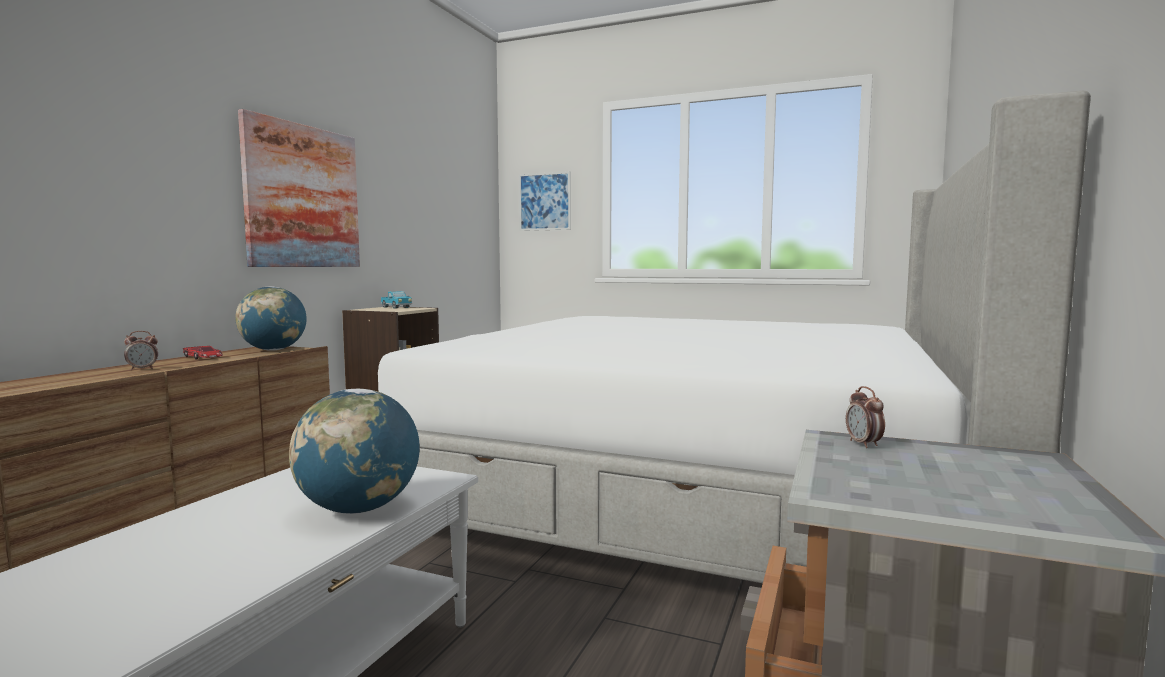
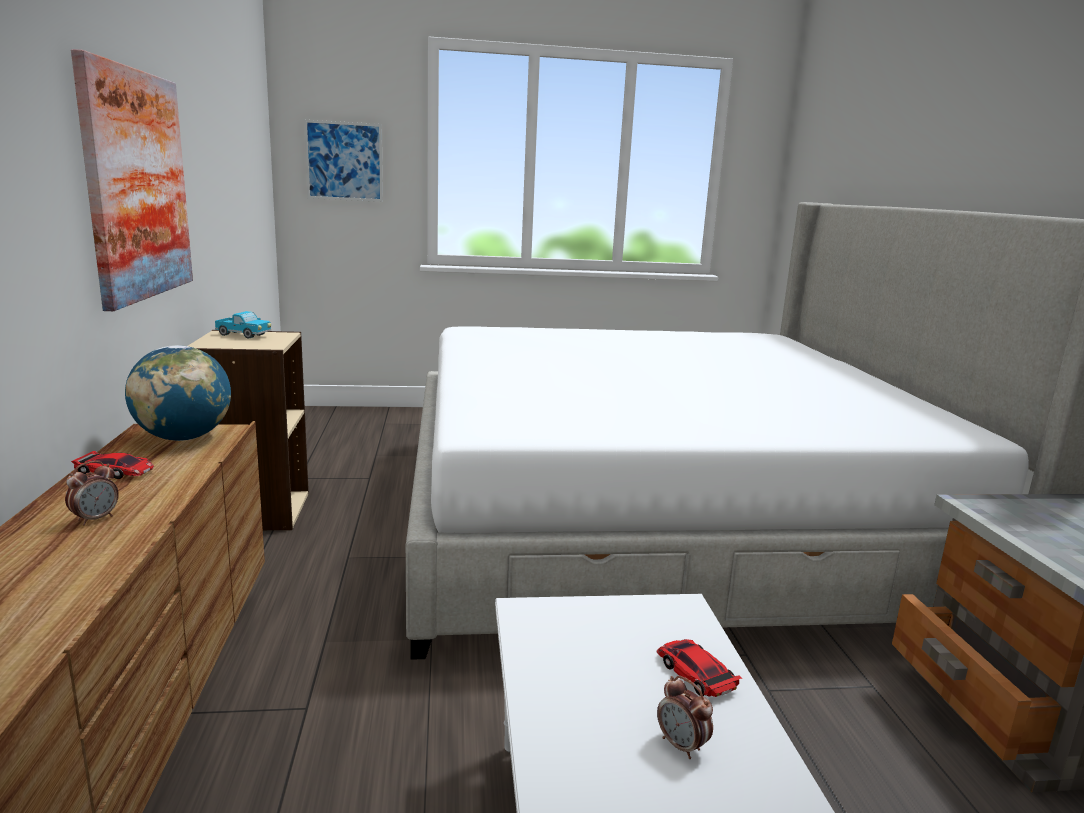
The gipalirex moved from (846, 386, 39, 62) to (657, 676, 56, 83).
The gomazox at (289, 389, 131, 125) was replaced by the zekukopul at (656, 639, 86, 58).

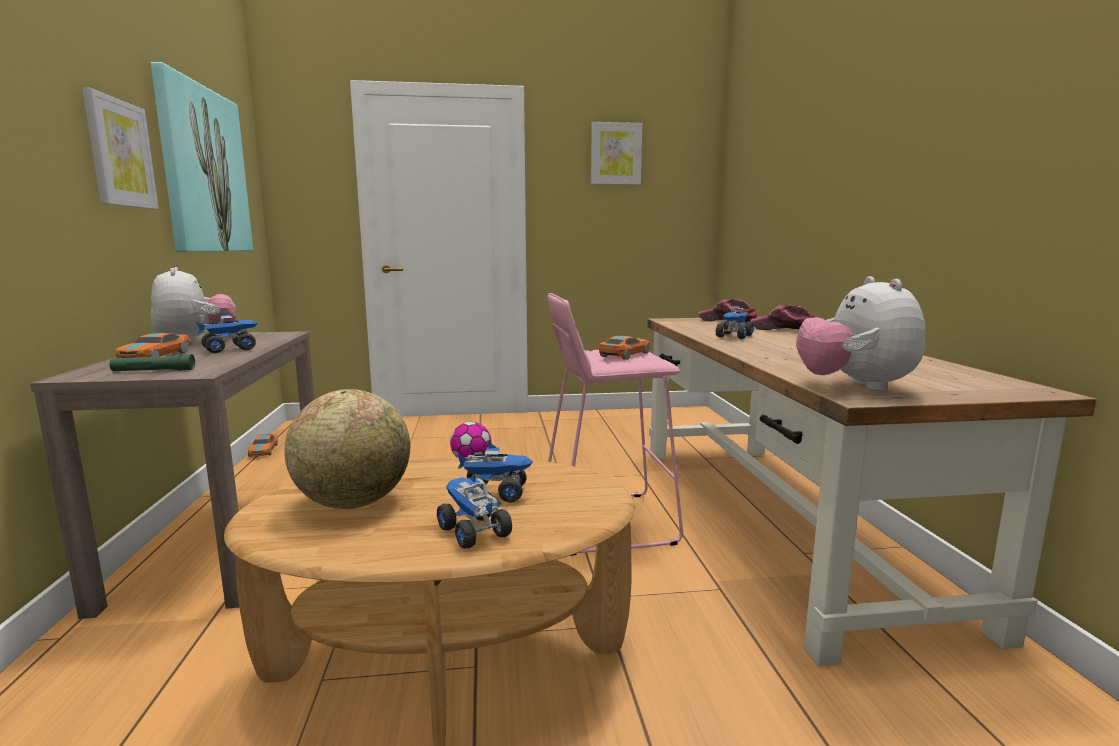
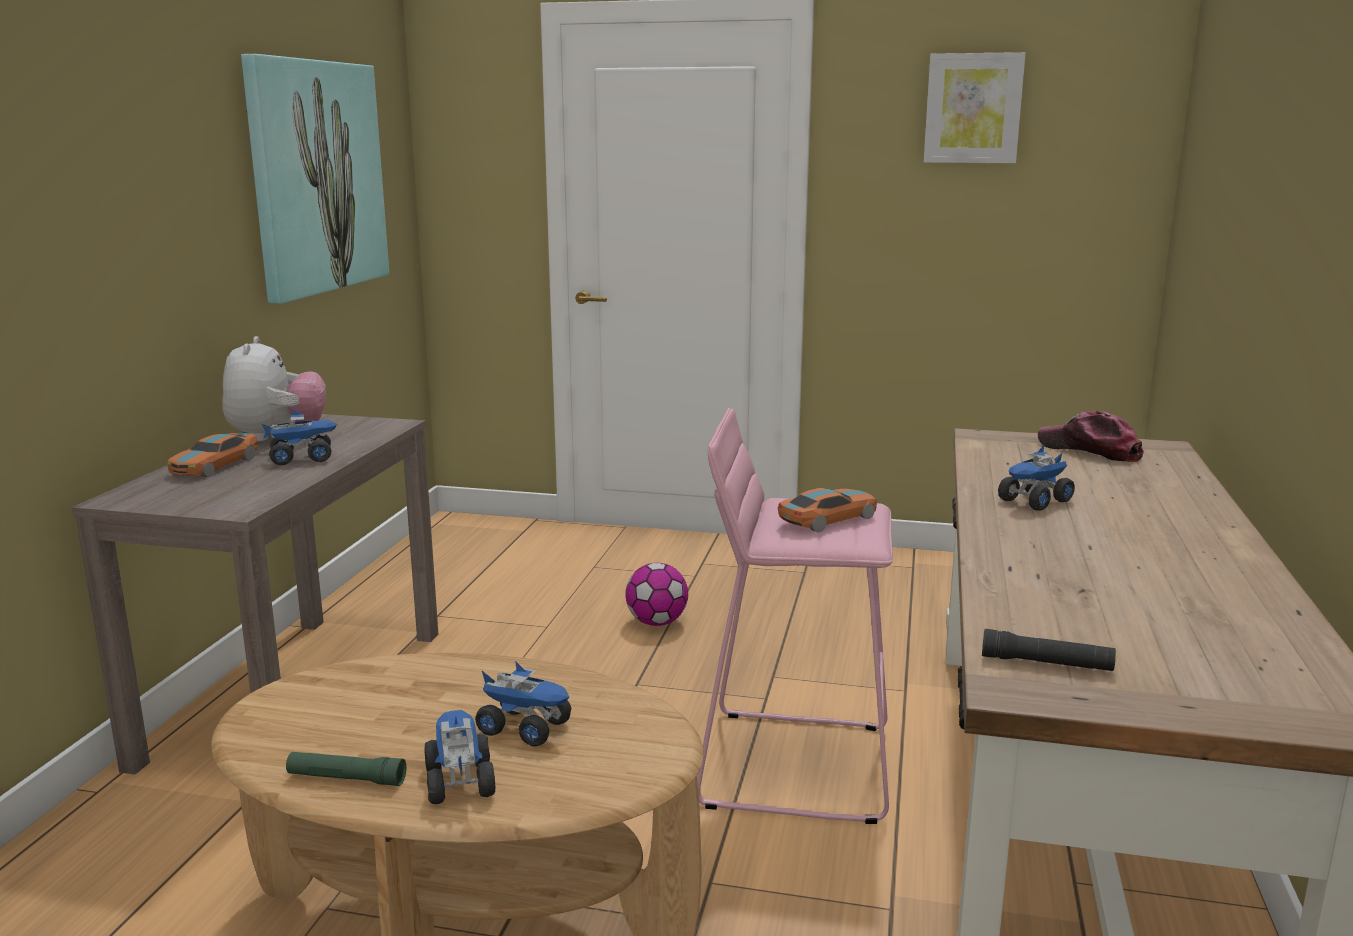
The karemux at (82, 88, 77, 121) disappeared.
The zekukopul at (248, 433, 30, 24) disappeared.
The gomazox at (284, 389, 126, 120) disappeared.
The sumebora at (750, 304, 65, 26) disappeared.
The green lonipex moved from (109, 354, 86, 17) to (286, 752, 120, 34).
The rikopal at (796, 276, 129, 116) was replaced by the black lonipex at (982, 629, 134, 42).

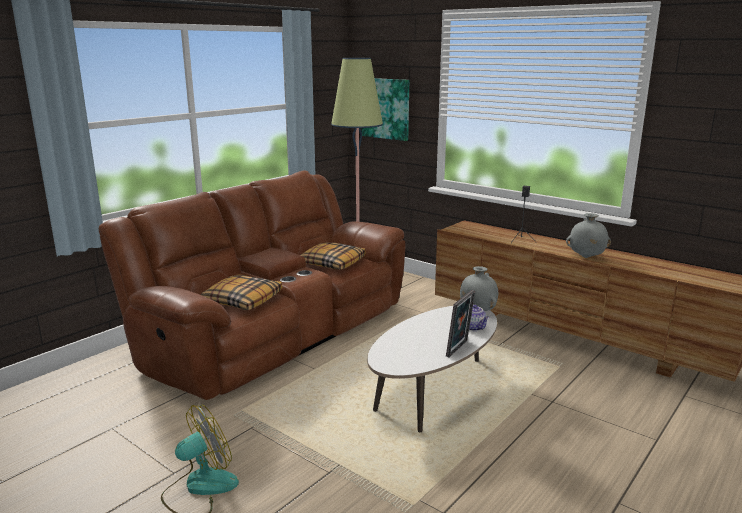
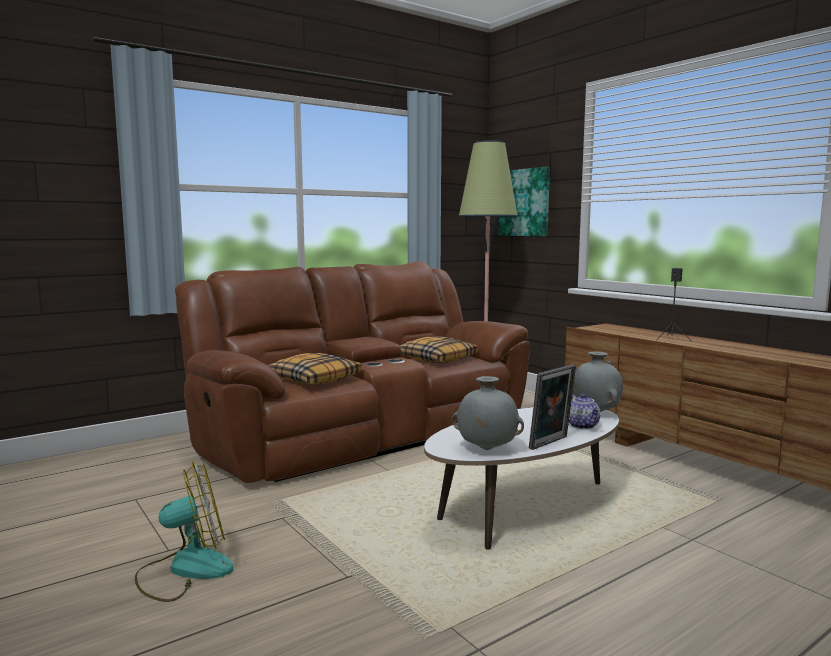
The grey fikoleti moved from (566, 213, 45, 45) to (452, 376, 72, 74).

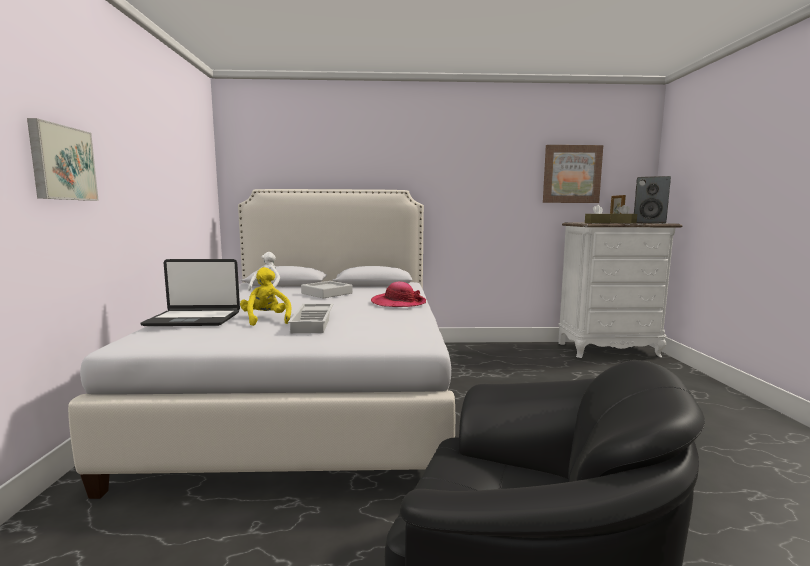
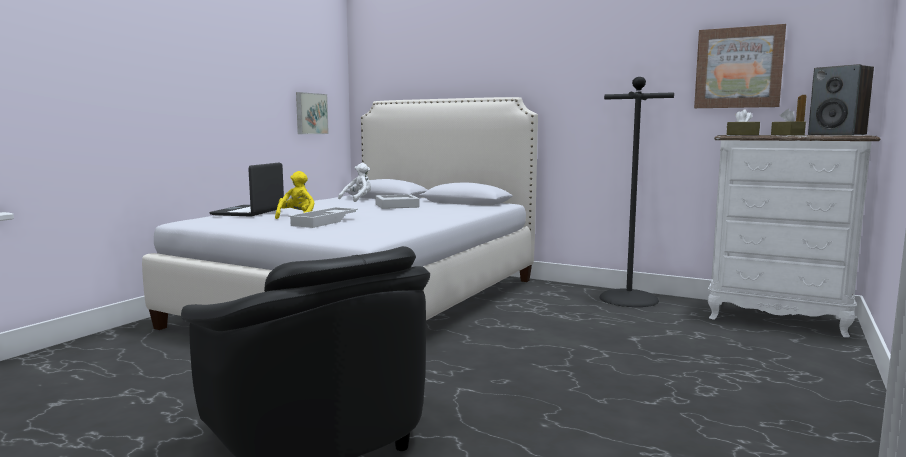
The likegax at (371, 282, 55, 25) disappeared.
The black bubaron at (599, 77, 75, 230) appeared.
The karemux moved from (27, 118, 72, 83) to (296, 92, 33, 42).
The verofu at (140, 259, 100, 67) turned 75 degrees clockwise.

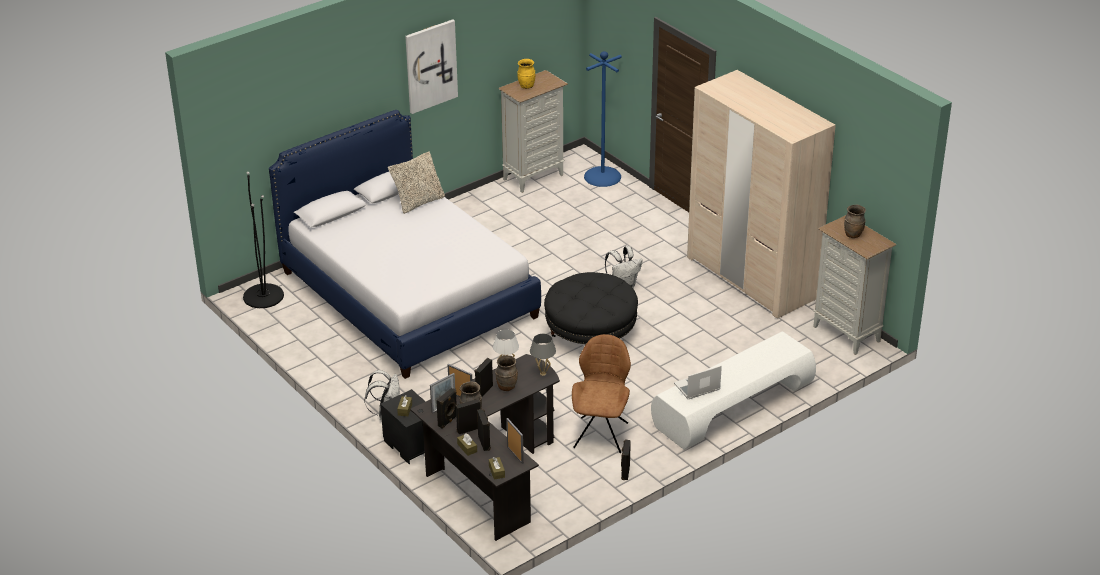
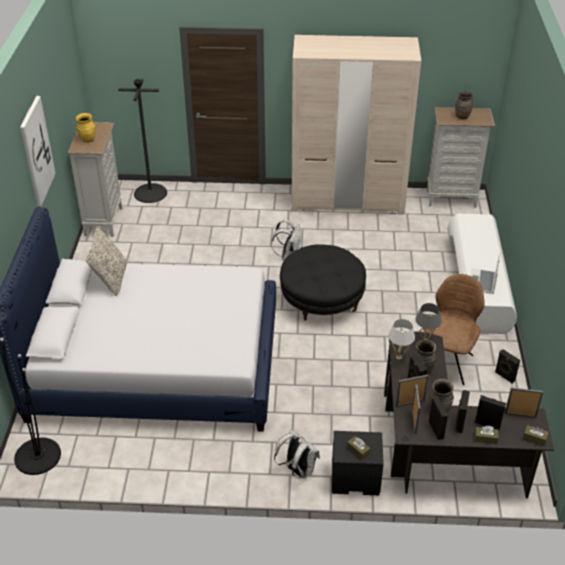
The blue bubaron at (584, 51, 38, 136) became the black bubaron at (118, 79, 49, 124).
The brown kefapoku at (572, 334, 59, 119) turned 60 degrees clockwise.

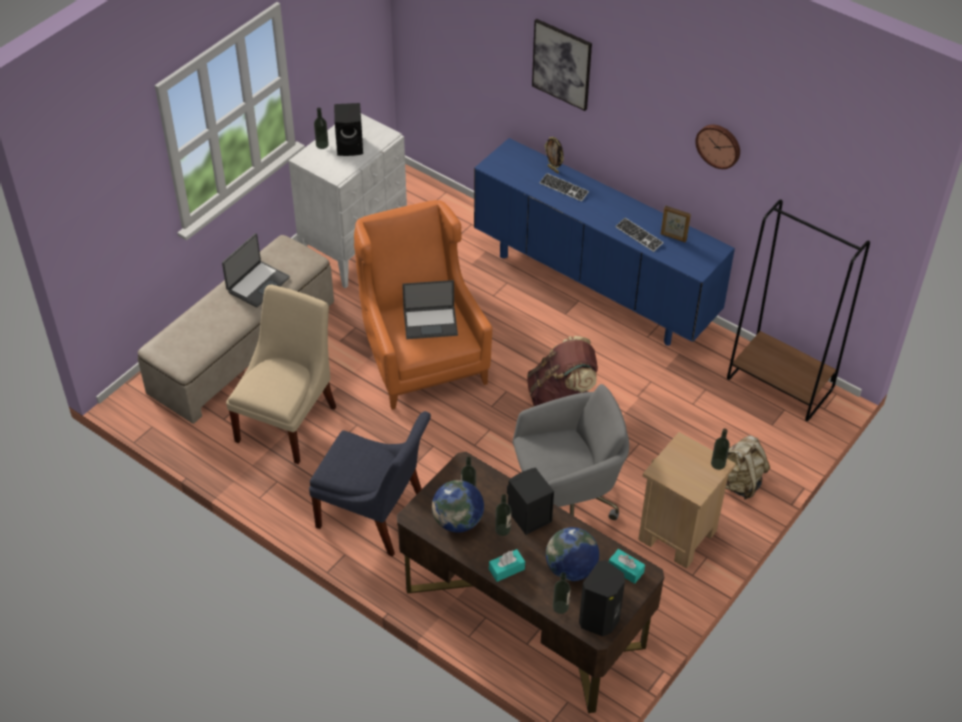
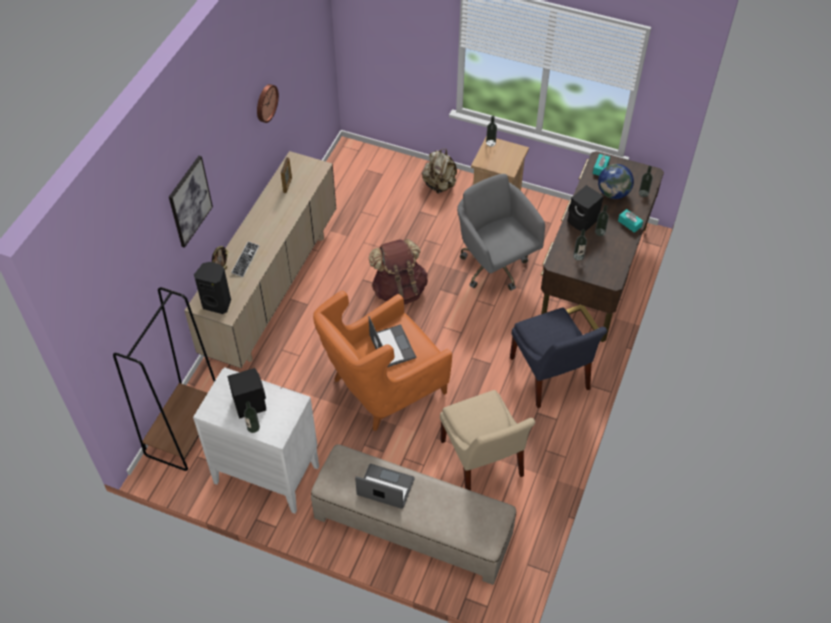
The gomazox at (432, 480, 52, 53) disappeared.
The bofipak at (615, 218, 48, 34) disappeared.
The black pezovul moved from (579, 560, 46, 76) to (194, 262, 37, 52).
The bubaron moved from (727, 200, 143, 221) to (113, 287, 102, 184).
The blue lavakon at (474, 138, 261, 208) became the beige lavakon at (184, 151, 152, 217).
The beige kefapoku at (226, 285, 110, 179) turned 120 degrees counterclockwise.
The blue kefapoku at (309, 411, 122, 145) turned 150 degrees clockwise.

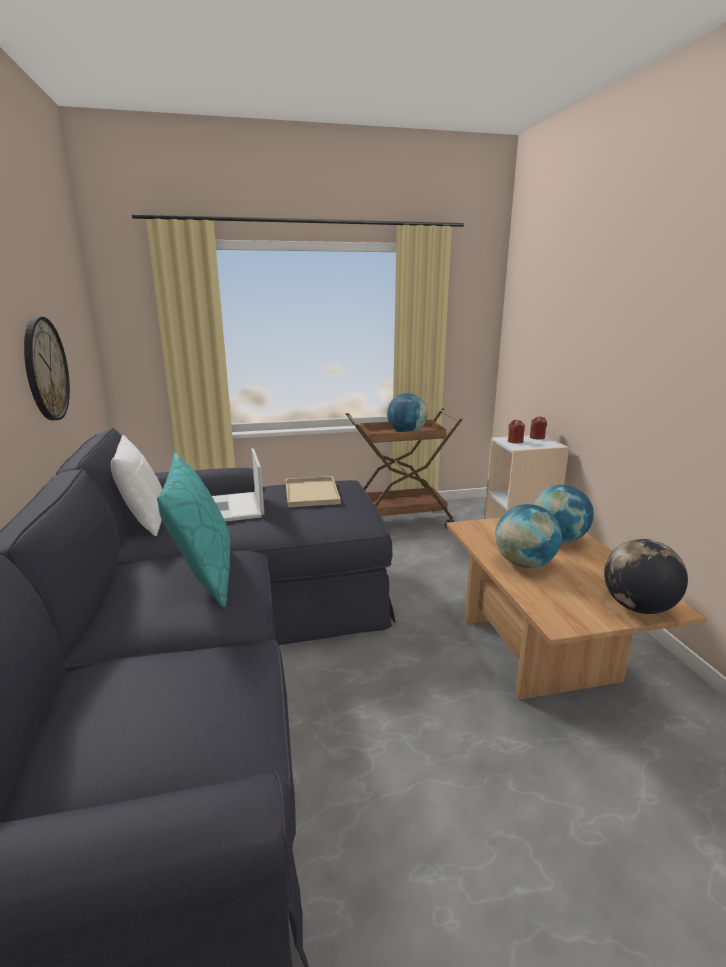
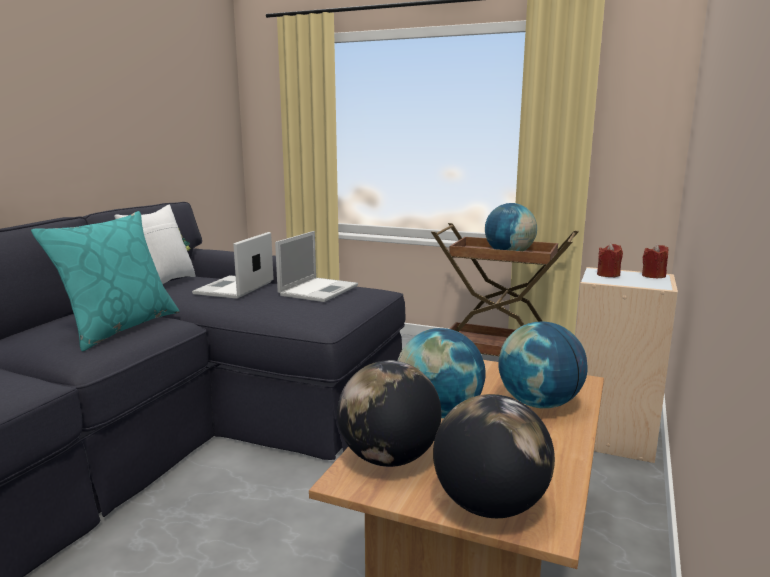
The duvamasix at (24, 317, 46, 103) disappeared.
The gomazox at (337, 360, 104, 107) appeared.
The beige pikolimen at (285, 476, 56, 31) was replaced by the verofu at (275, 231, 83, 71).

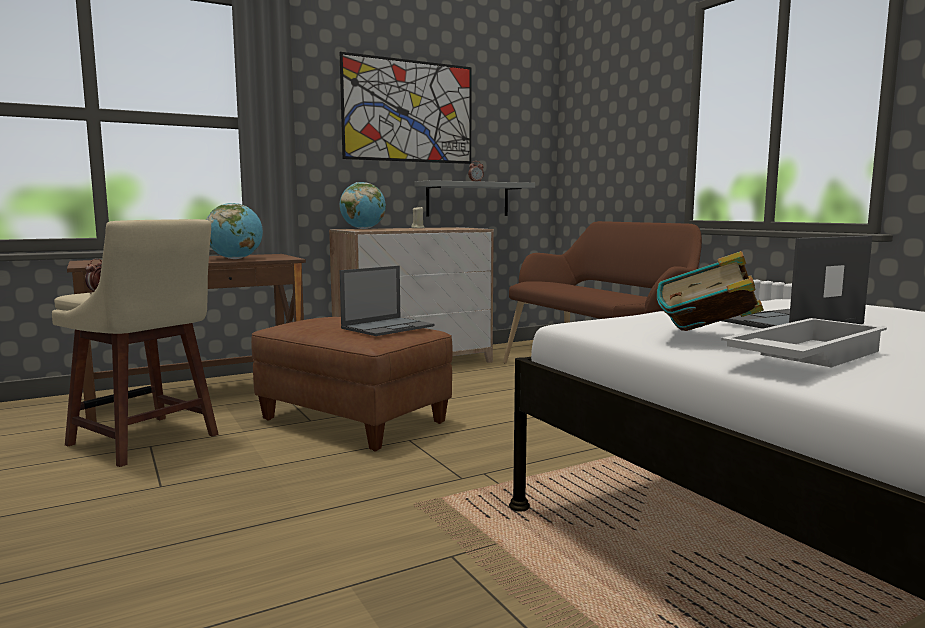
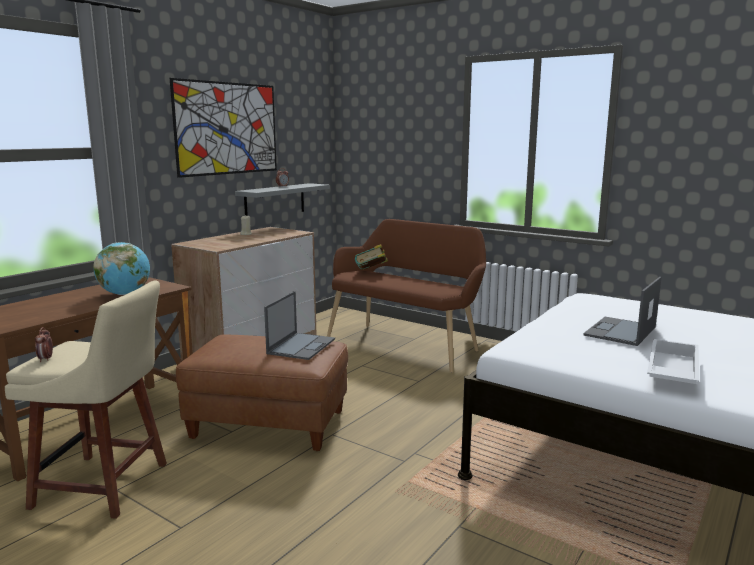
The gomazox at (340, 182, 46, 47) disappeared.
The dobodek moved from (657, 251, 107, 80) to (355, 244, 33, 26).

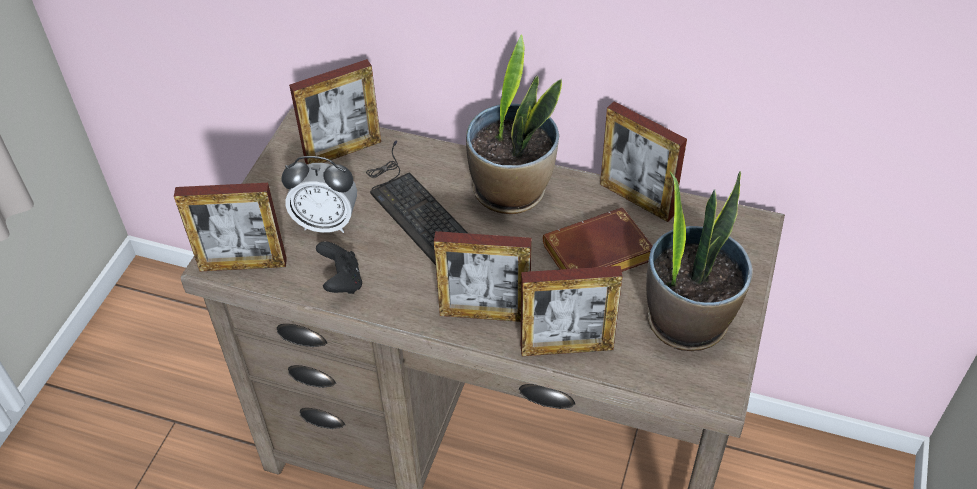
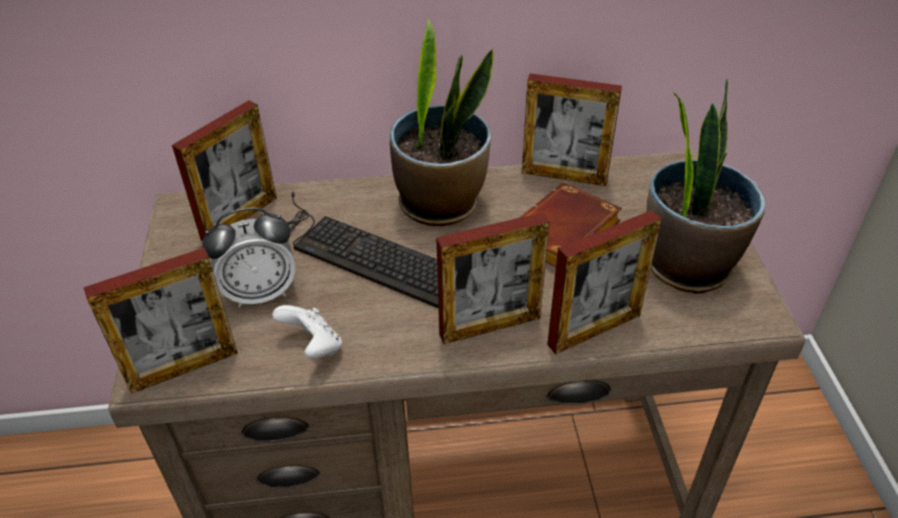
The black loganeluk at (316, 241, 46, 53) became the white loganeluk at (272, 305, 70, 53).

